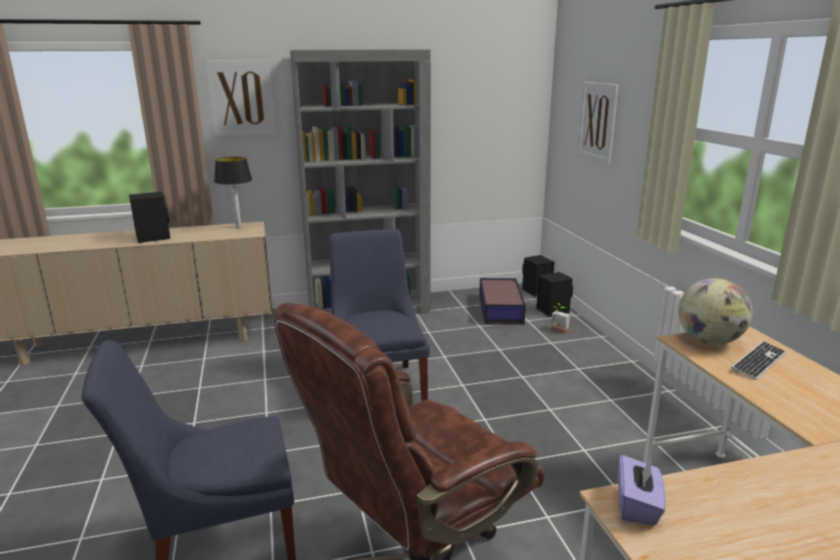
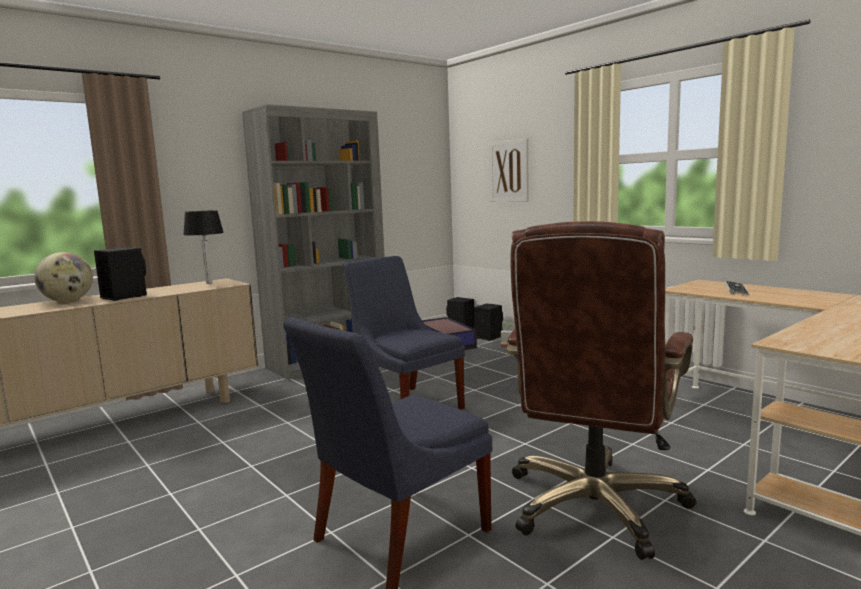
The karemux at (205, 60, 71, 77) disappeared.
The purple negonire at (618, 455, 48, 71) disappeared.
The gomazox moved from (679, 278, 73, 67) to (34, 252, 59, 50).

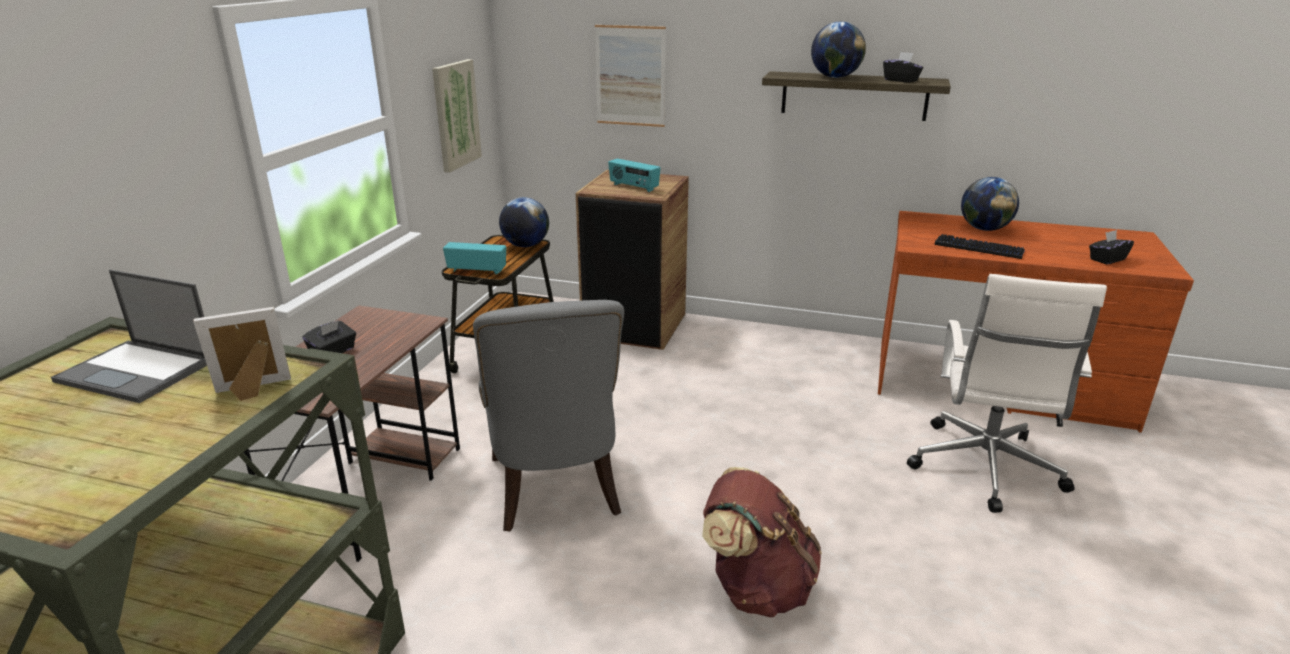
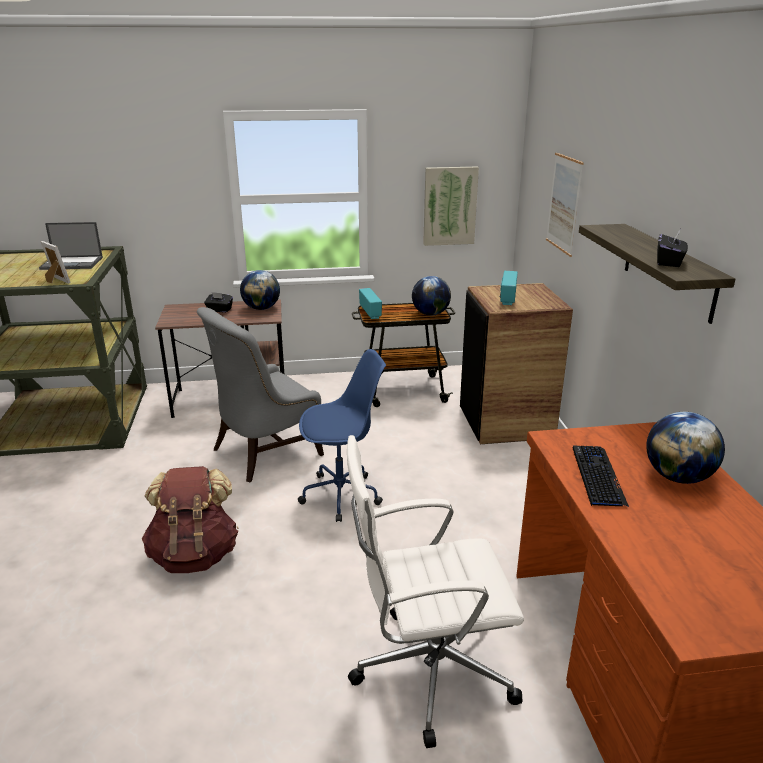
The black negonire at (1089, 230, 45, 35) disappeared.
The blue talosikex at (298, 349, 88, 173) appeared.
The gomazox moved from (811, 21, 55, 57) to (240, 270, 40, 40).
The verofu at (51, 270, 156, 133) turned 90 degrees counterclockwise.

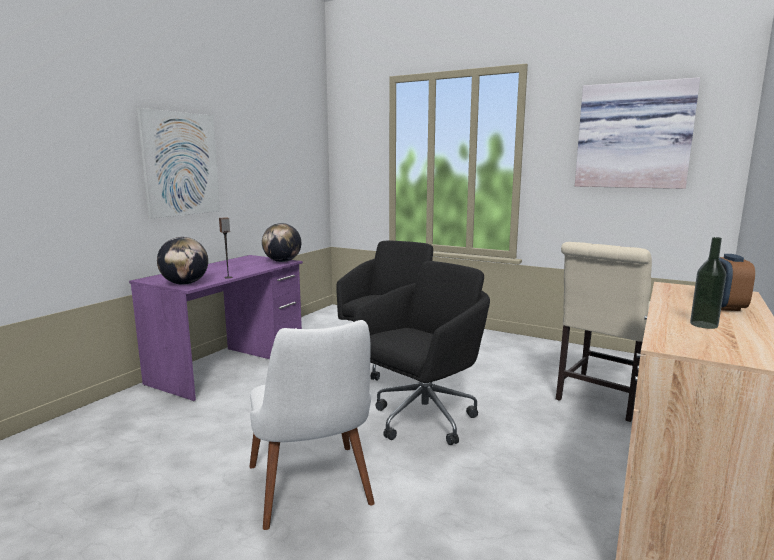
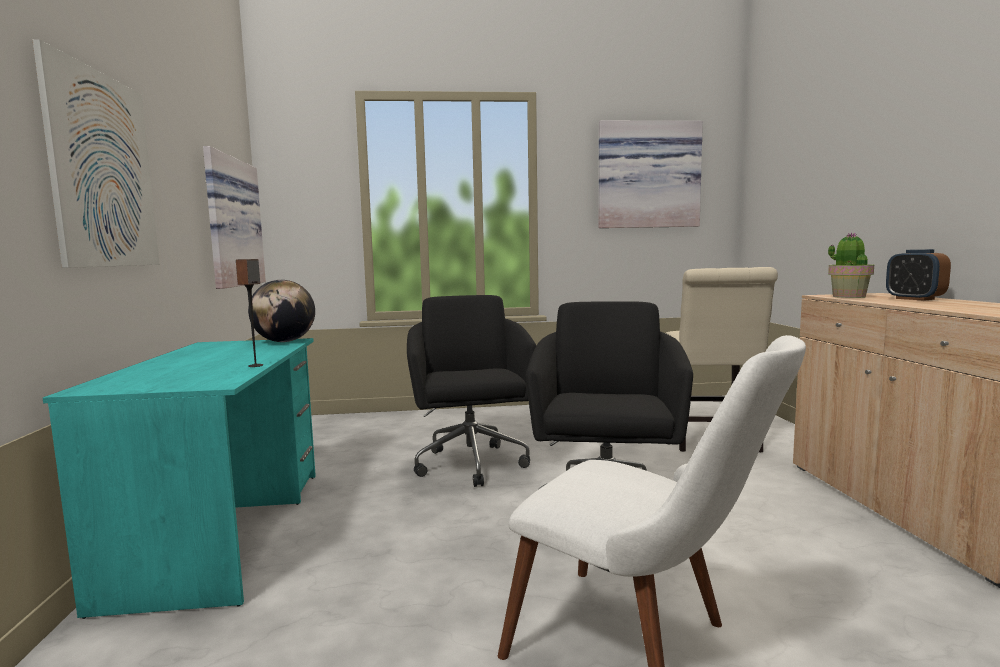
The gomazox at (157, 237, 51, 48) disappeared.
The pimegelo at (690, 237, 36, 92) disappeared.
The karemux at (203, 146, 63, 143) appeared.
The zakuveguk at (828, 232, 46, 66) appeared.
The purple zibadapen at (129, 255, 174, 146) became the turquoise zibadapen at (43, 338, 273, 281).

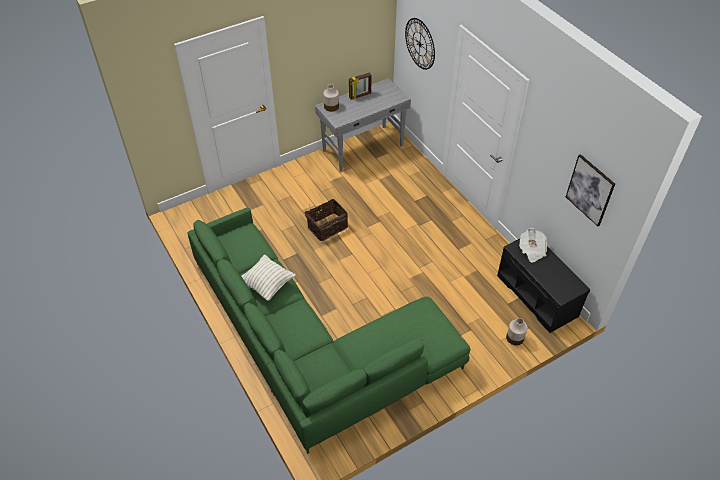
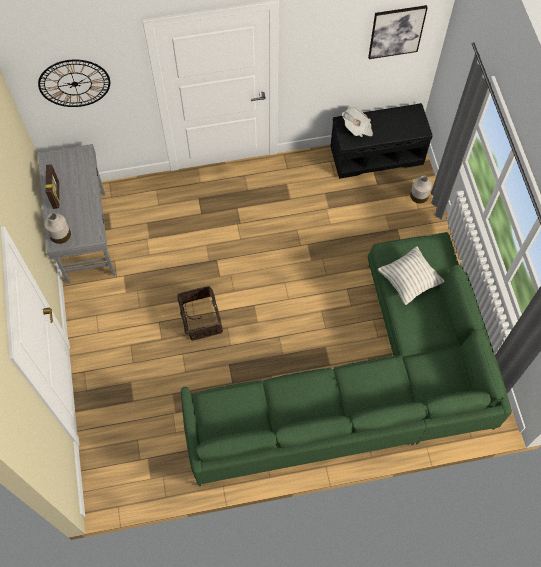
The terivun moved from (241, 255, 55, 46) to (378, 247, 66, 58).

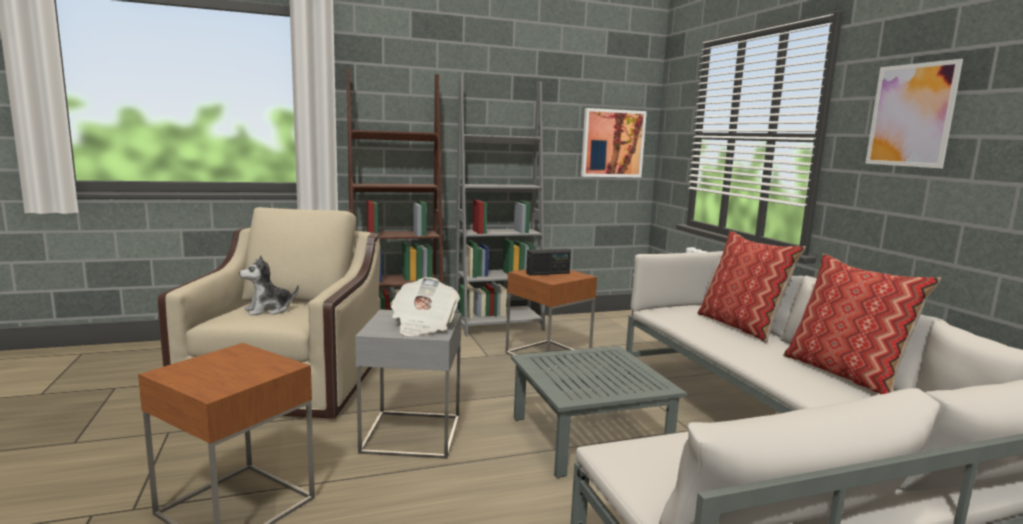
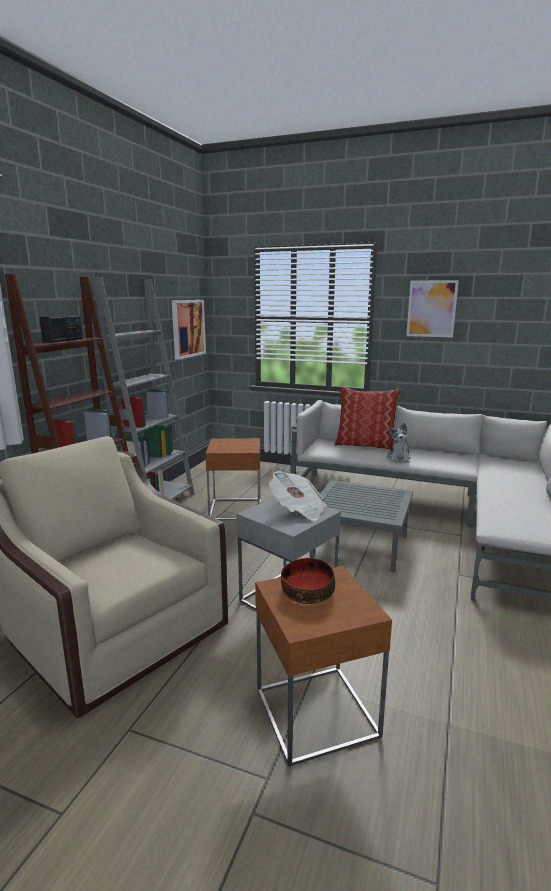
The terivun at (783, 254, 158, 140) disappeared.
The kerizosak at (281, 558, 54, 46) appeared.
The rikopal moved from (239, 256, 60, 60) to (387, 423, 24, 40).
The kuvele moved from (526, 249, 45, 26) to (39, 315, 44, 28).

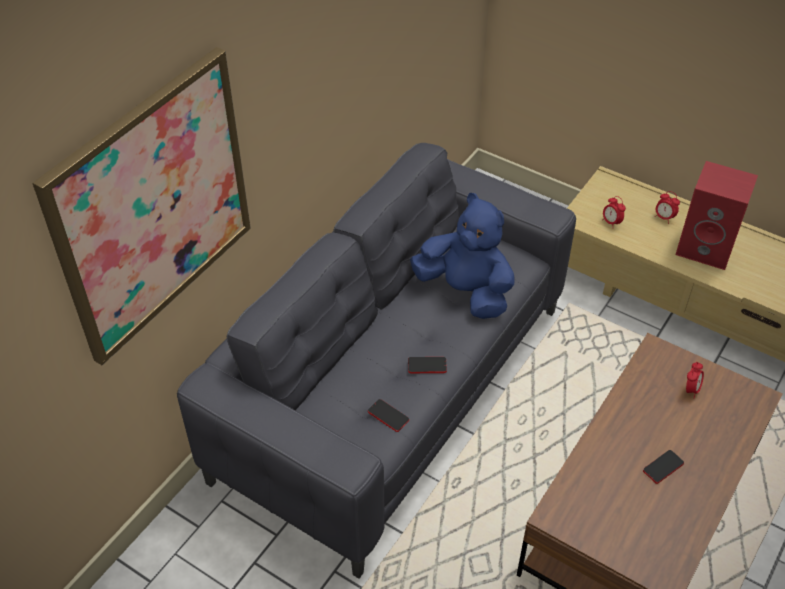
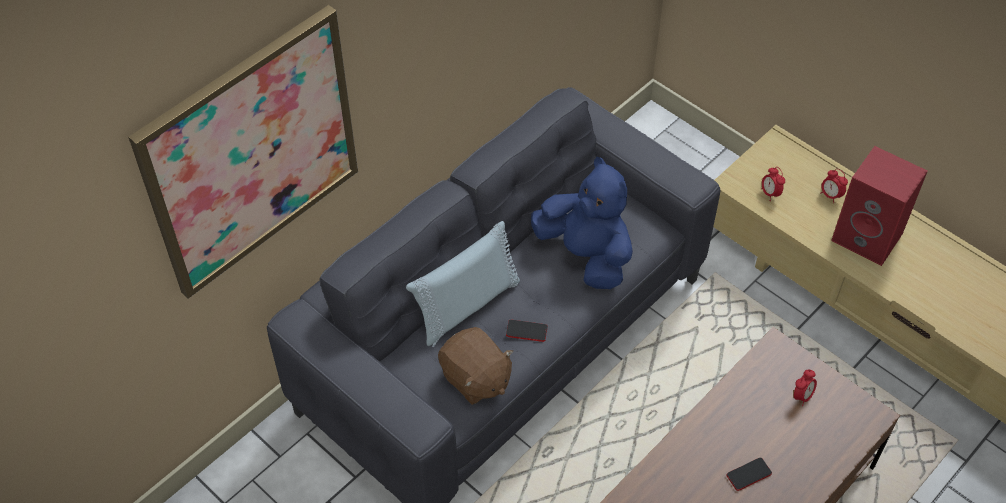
The blue terivun at (406, 221, 114, 126) appeared.
The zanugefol at (368, 399, 41, 33) was replaced by the brown rikopal at (438, 327, 75, 78).

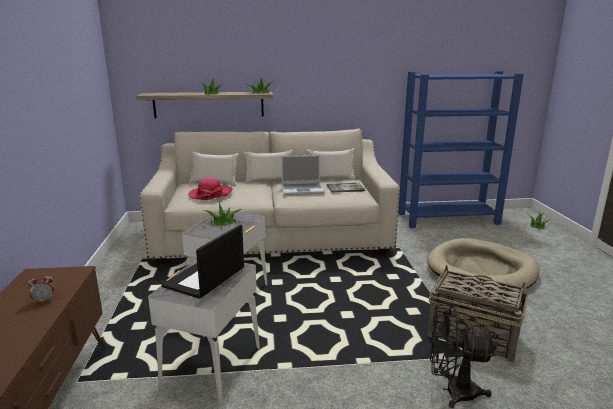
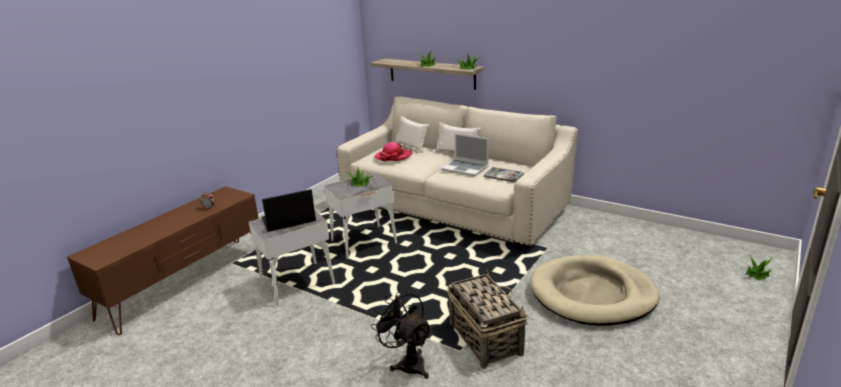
The white terivun at (306, 148, 49, 32) disappeared.
The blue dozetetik at (398, 71, 126, 157) disappeared.

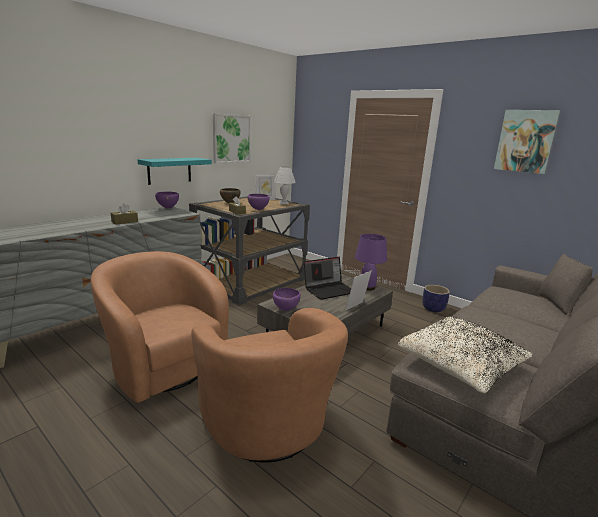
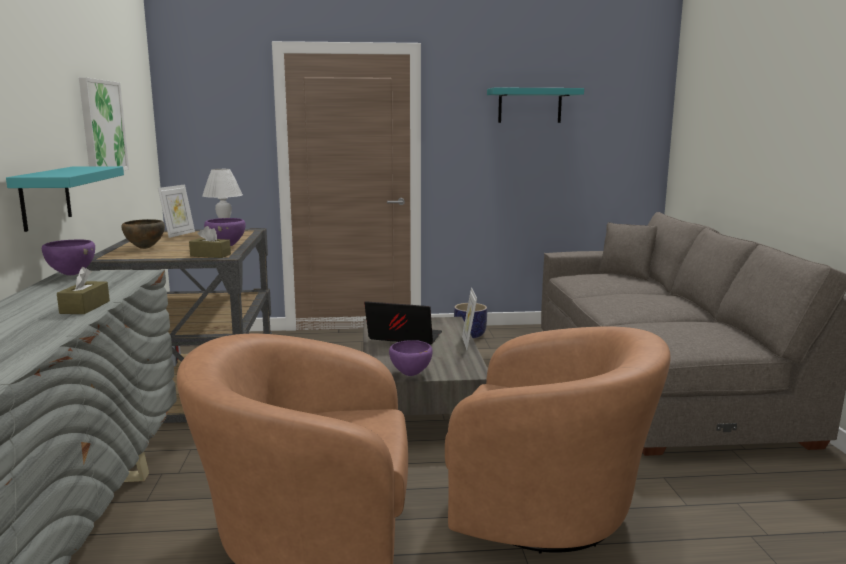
The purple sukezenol at (355, 234, 32, 57) disappeared.
The beige terivun at (397, 316, 135, 78) disappeared.
The karemux at (494, 110, 66, 64) was replaced by the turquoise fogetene at (487, 87, 97, 36).
The verofu at (304, 257, 47, 43) turned 90 degrees counterclockwise.

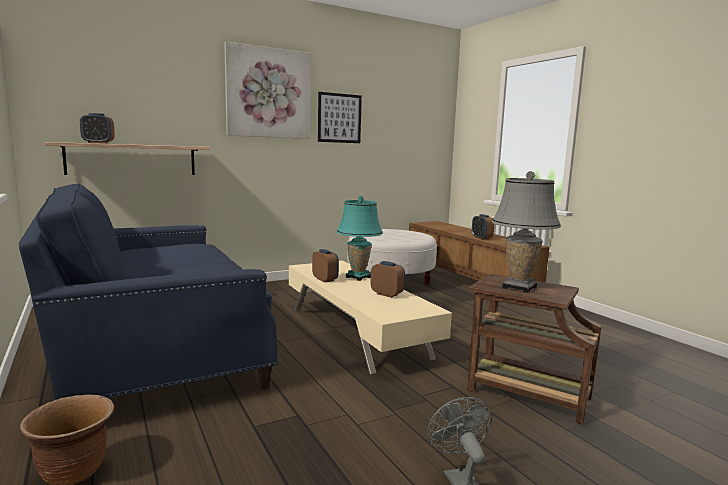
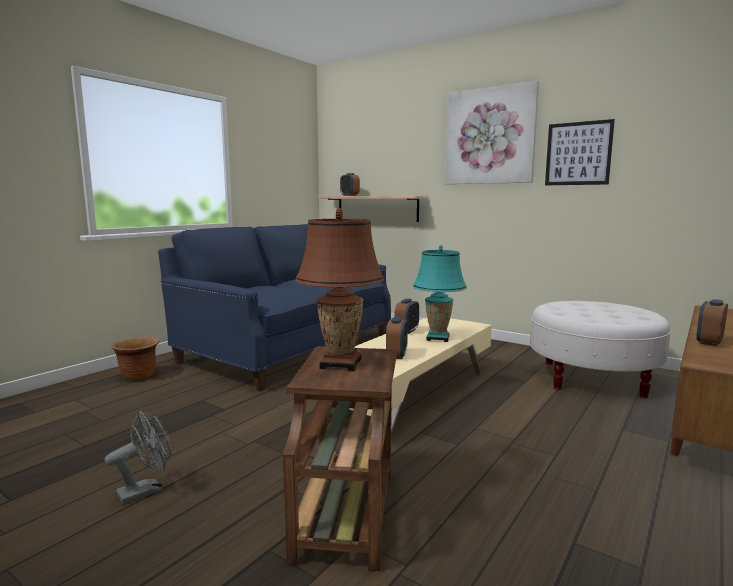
The grey sukezenol at (492, 171, 69, 122) became the brown sukezenol at (295, 208, 90, 163).

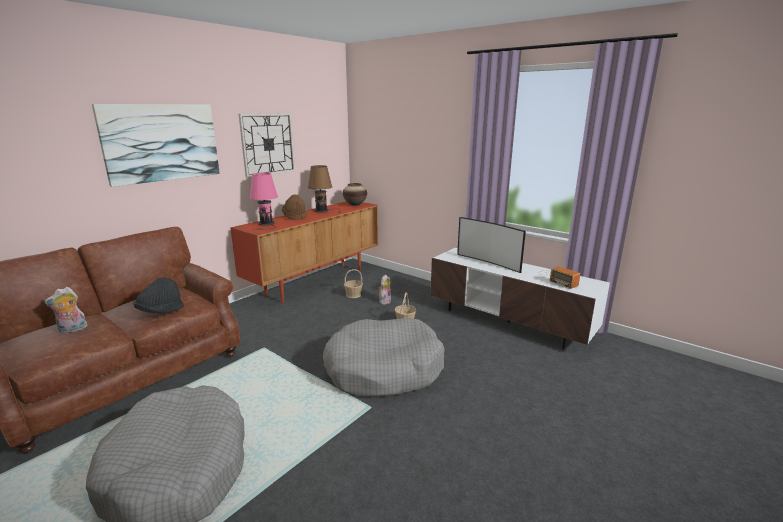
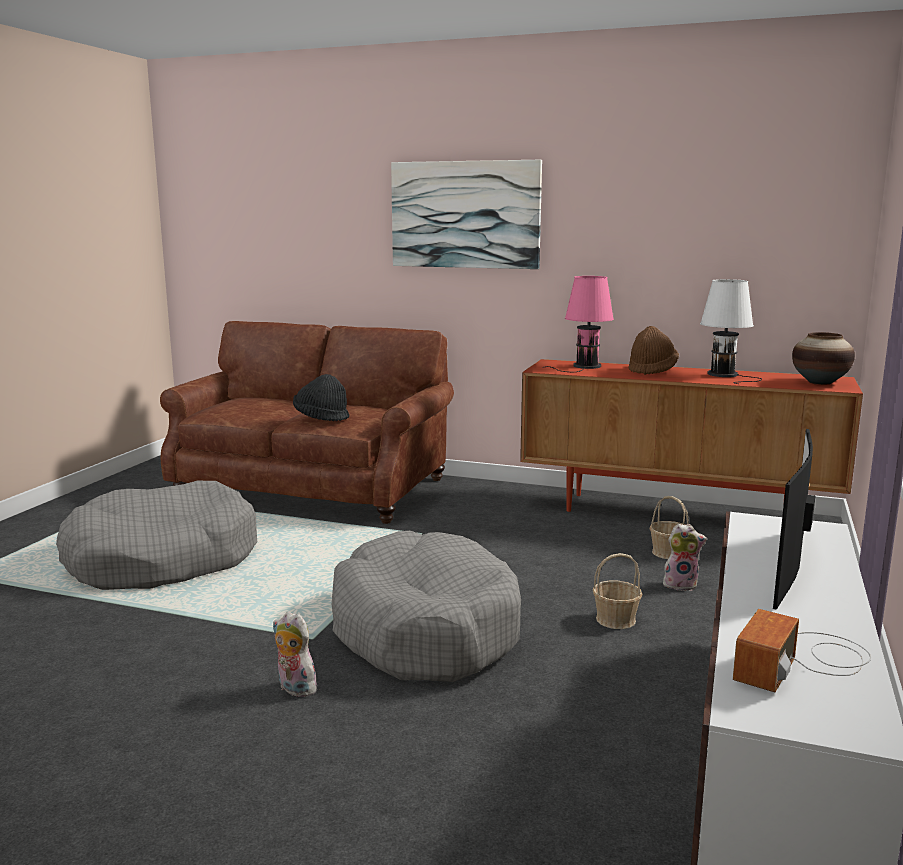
The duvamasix at (239, 113, 56, 65) disappeared.
The rikopal moved from (44, 287, 43, 47) to (273, 611, 44, 86).
The brown sukezenol at (308, 165, 33, 48) became the white sukezenol at (700, 279, 62, 105).

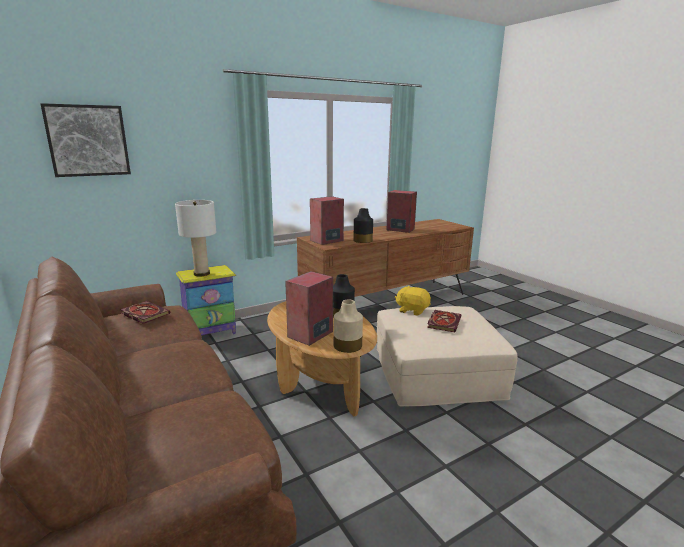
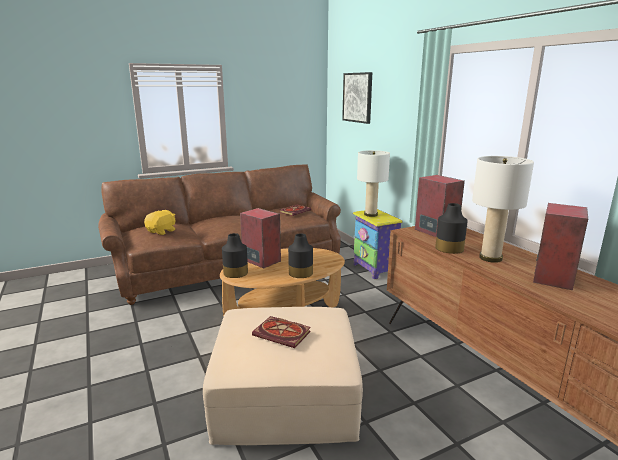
The white sukezenol at (472, 156, 62, 107) appeared.
The yellow rikopal moved from (395, 286, 36, 30) to (144, 210, 32, 25).
The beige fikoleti at (334, 299, 29, 54) became the black fikoleti at (222, 233, 26, 45).

